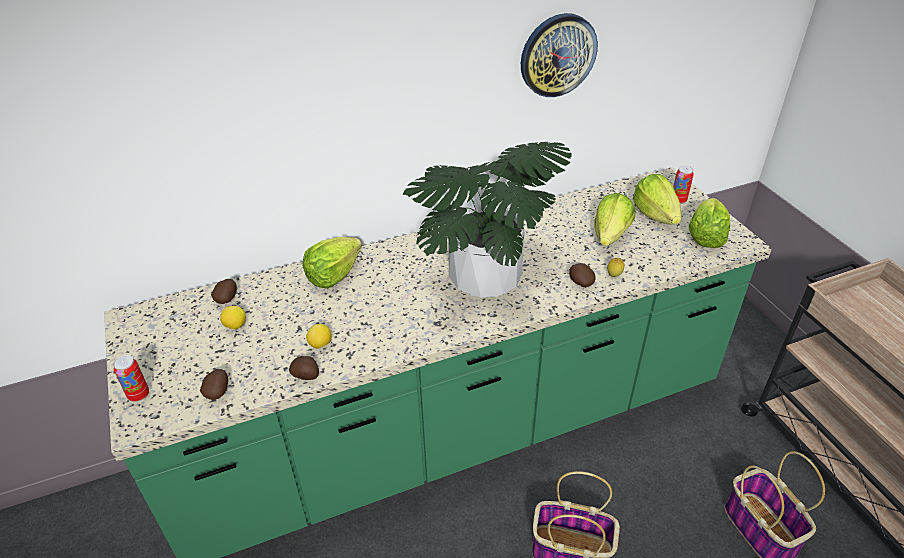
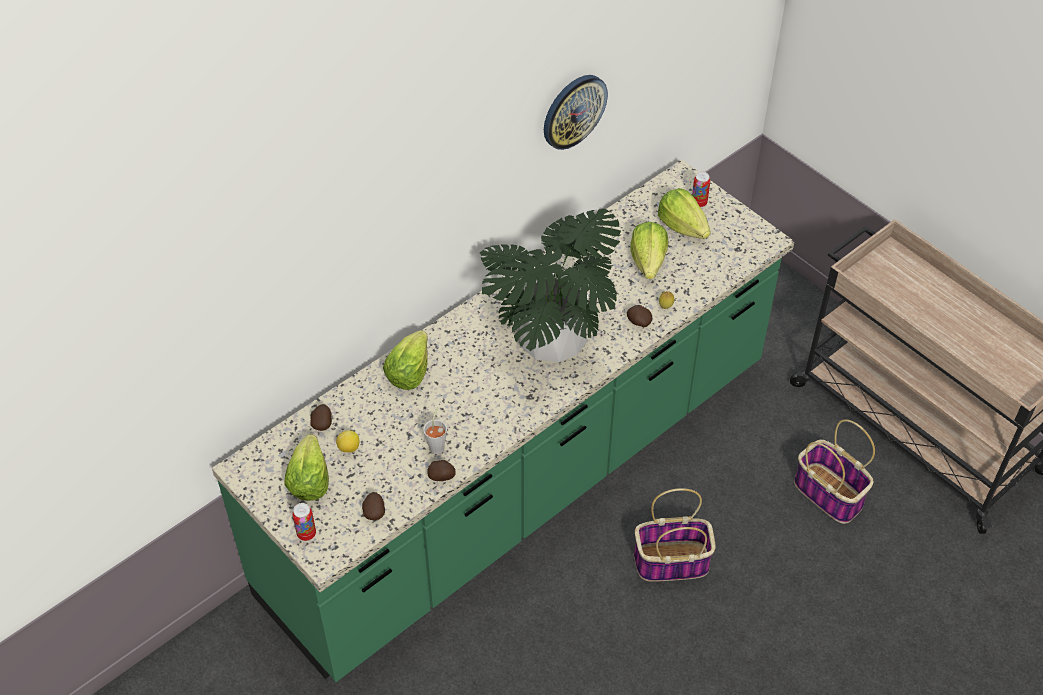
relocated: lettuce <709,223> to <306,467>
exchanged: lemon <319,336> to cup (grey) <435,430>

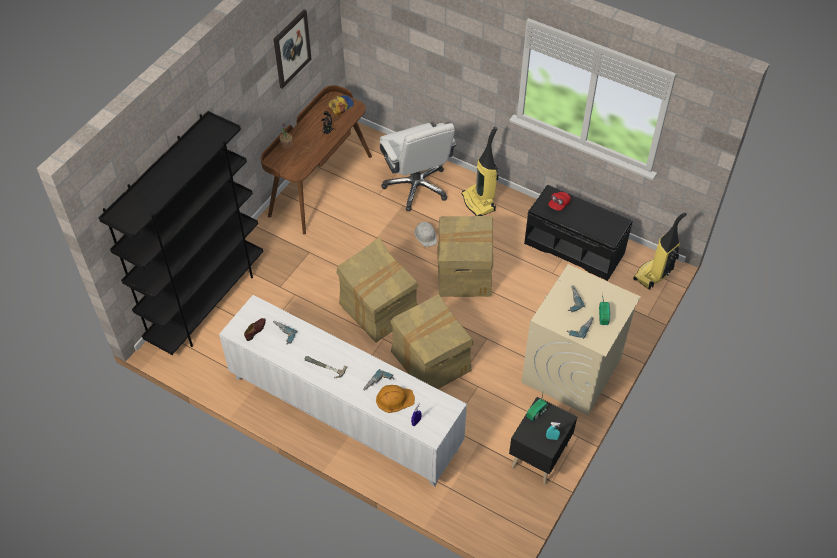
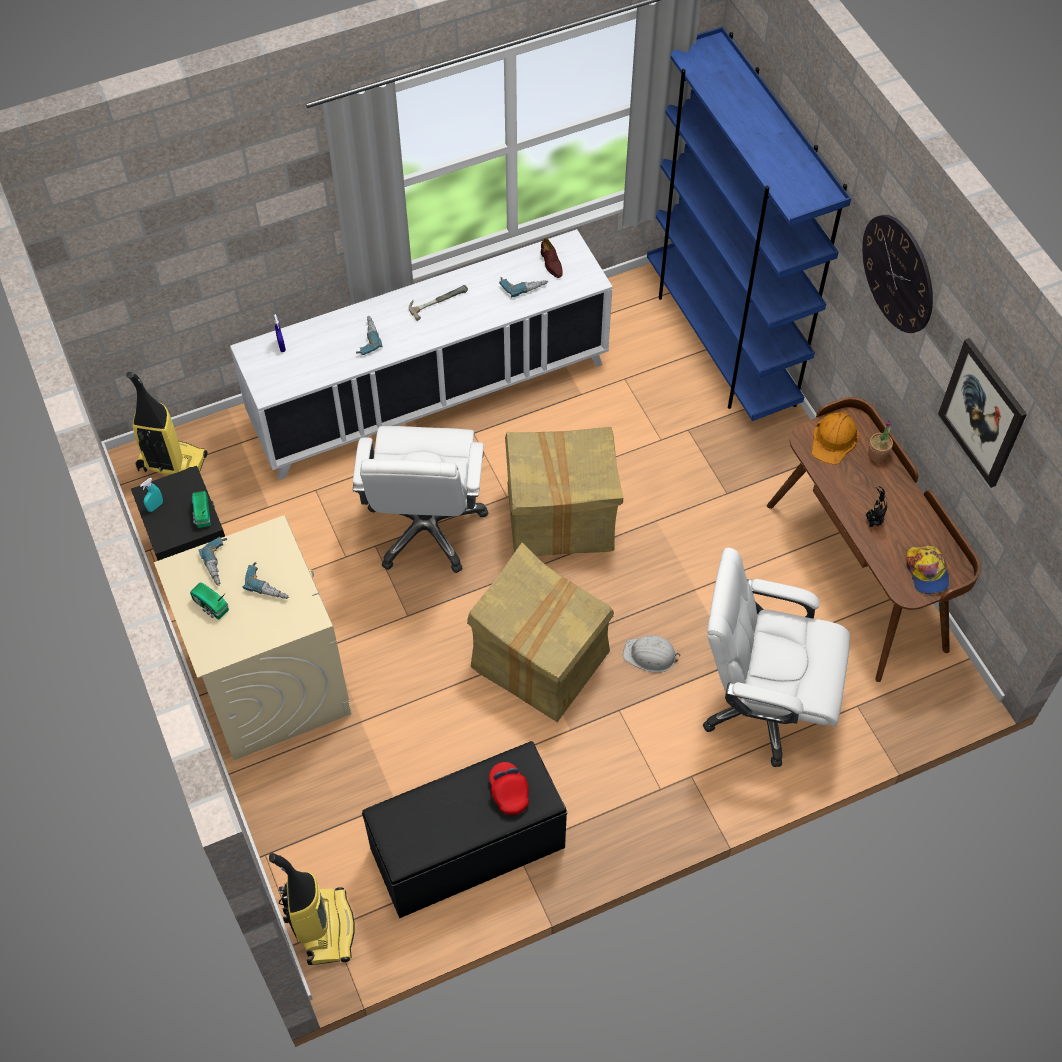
appeared: wall clock <897,274>
relocated: hard hat (orange) <395,399> to <835,438>; vacuum cleaner <480,171> to <166,423>
exchanged: cardboard box <431,341> to office chair (white) <420,499>
colour: bookcase (black) <180,233> to bookcase (blue) <749,224>

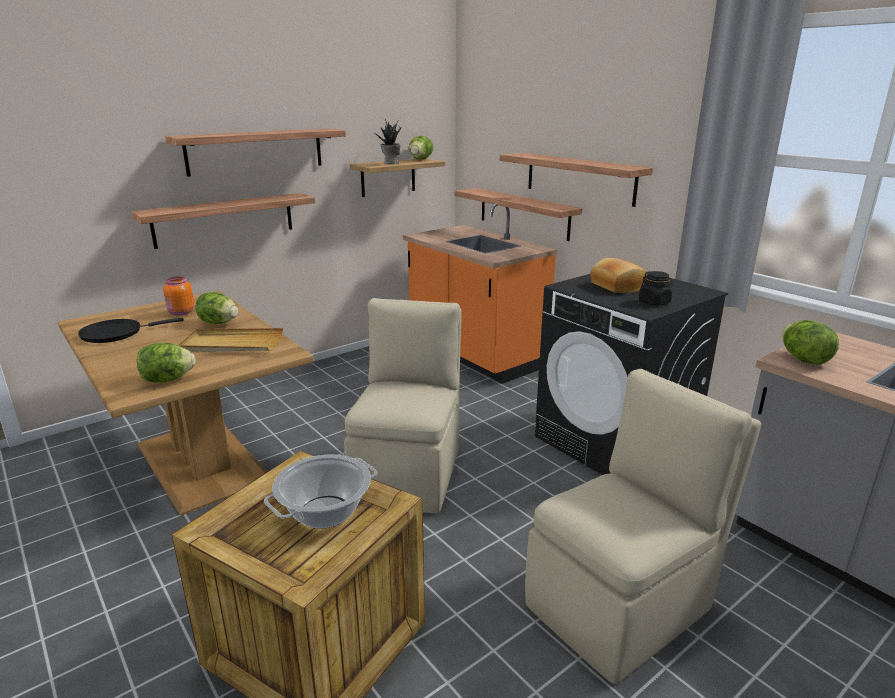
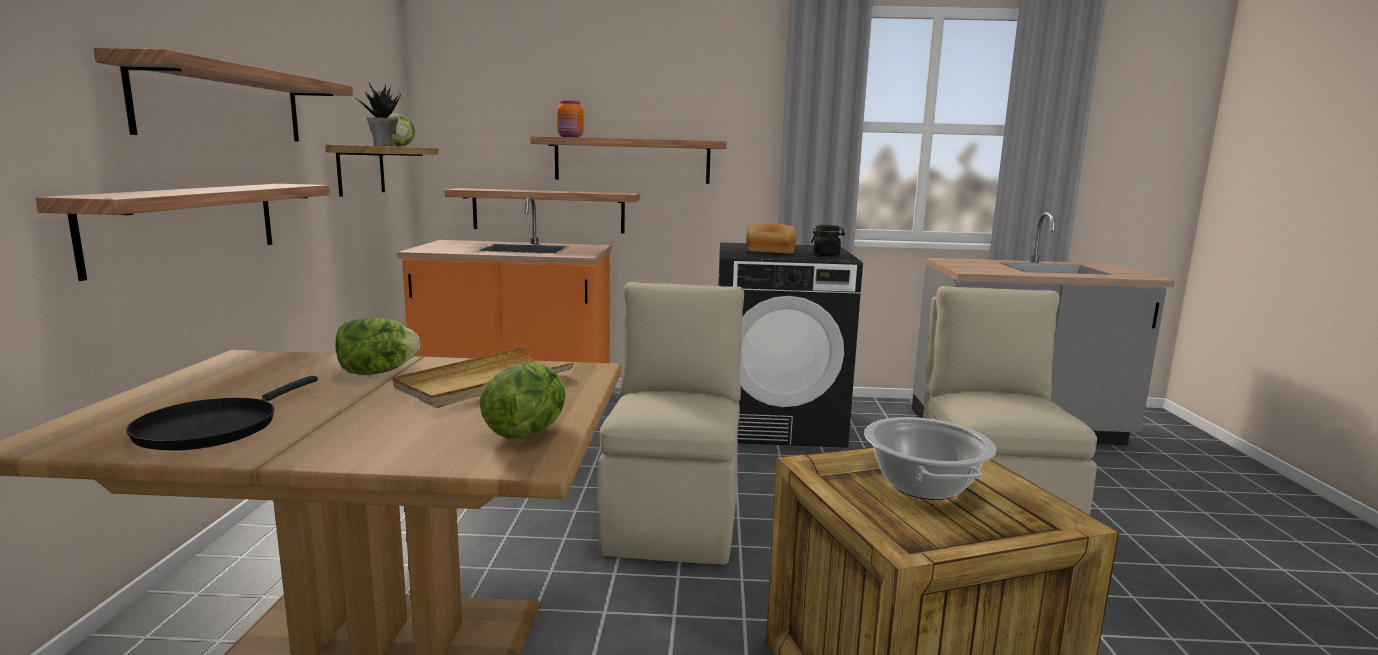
missing: lettuce <810,342>
relocated: jar (orange) <179,295> to <570,118>
spun: chair (beige) <403,406> = <670,423> 45 degrees clockwise

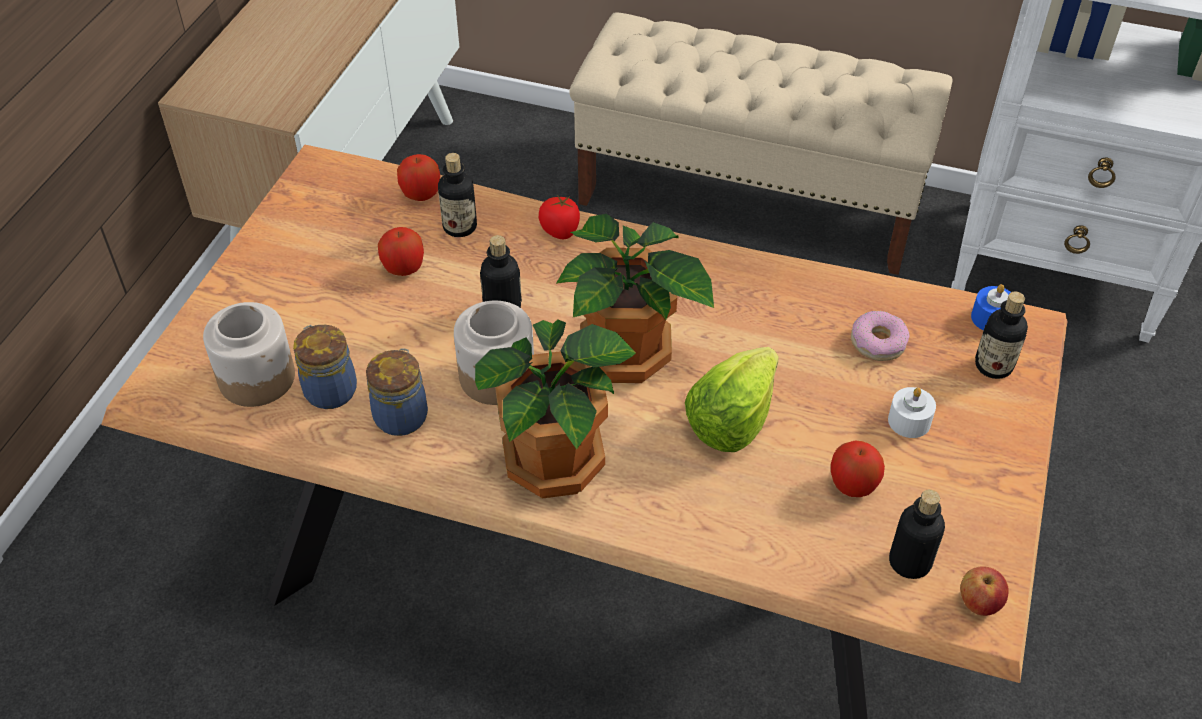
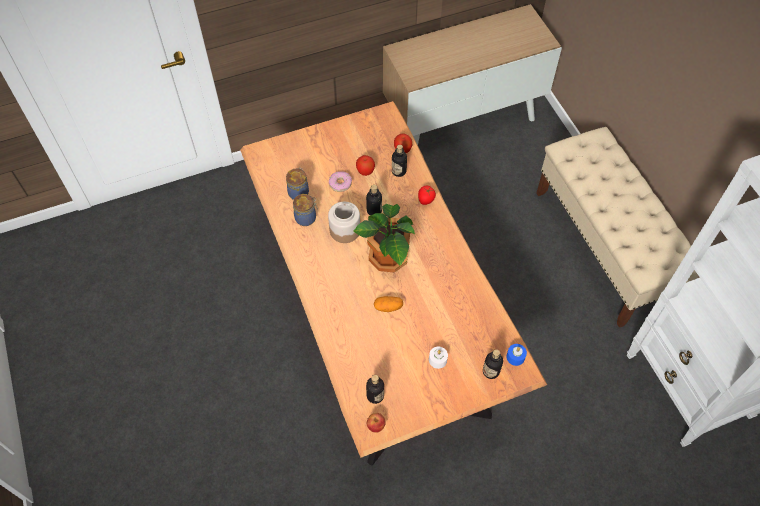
missing: jar <249,354>; potted plant <555,409>; apple <858,469>
relocated: donut <880,336> to <340,181>
exchanged: lettuce <732,399> to potato <388,304>

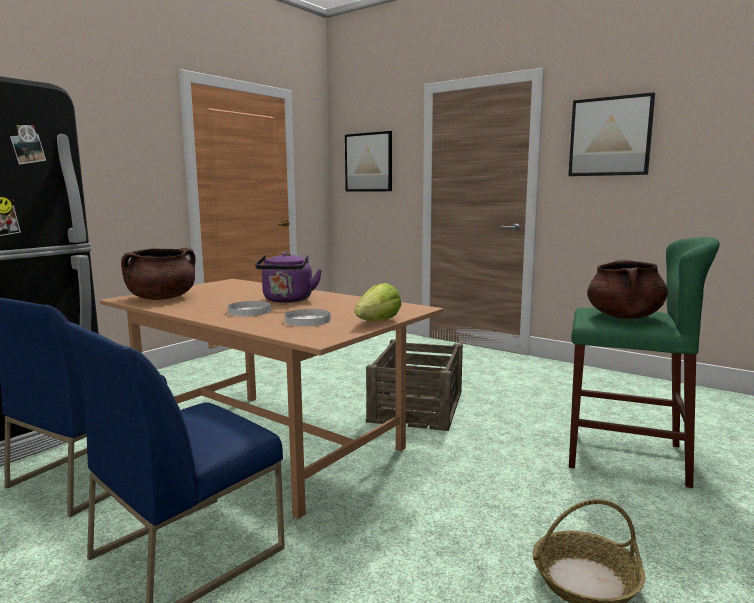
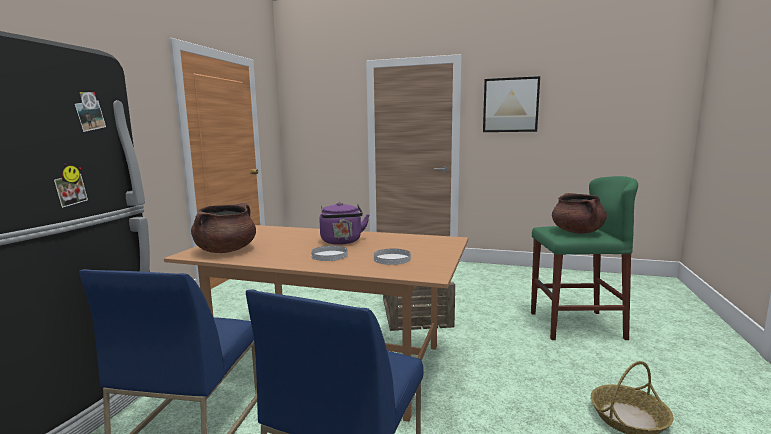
missing: picture <368,161>; lettuce <378,302>

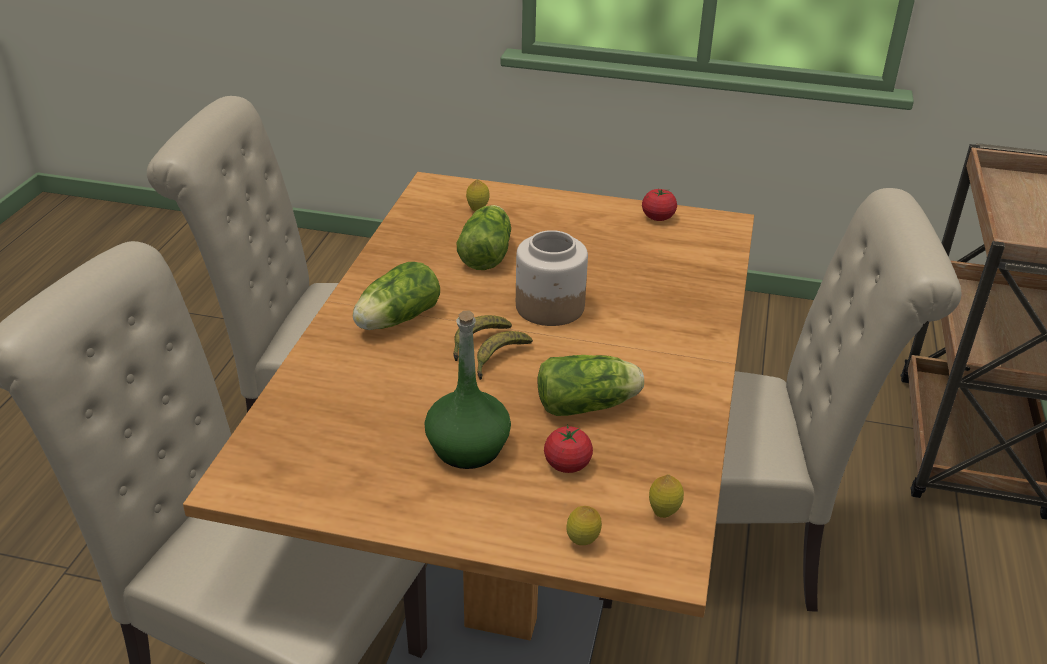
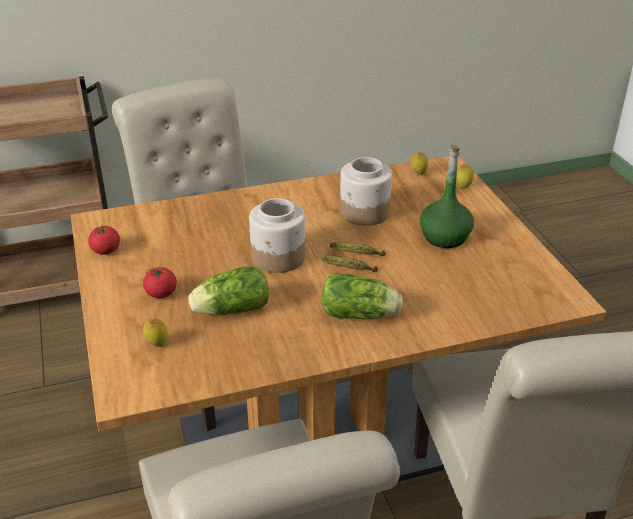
relocated: tomato <568,448> to <160,282>
exchanged: lettuce <590,385> to jar <366,191>

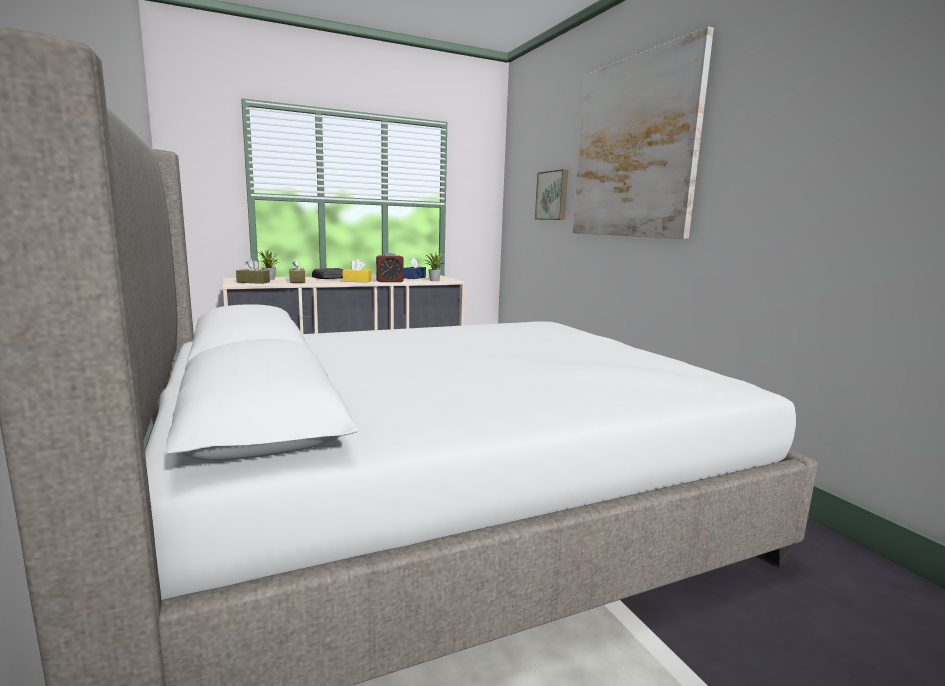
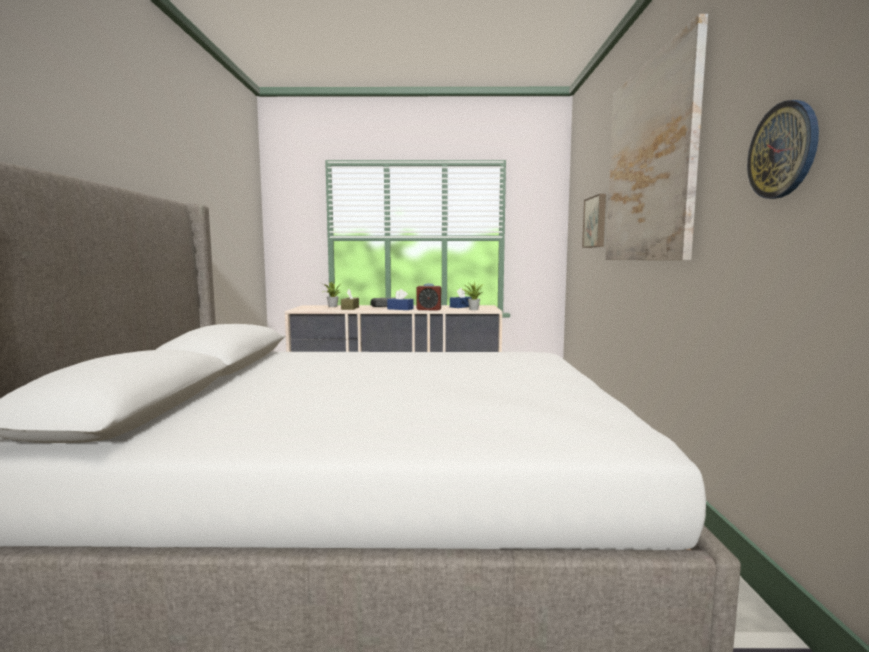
missing: tissue box (brown) <253,271>
appeared: wall clock <783,149>
colour: tissue box (yellow) <357,271> to tissue box (blue) <400,299>

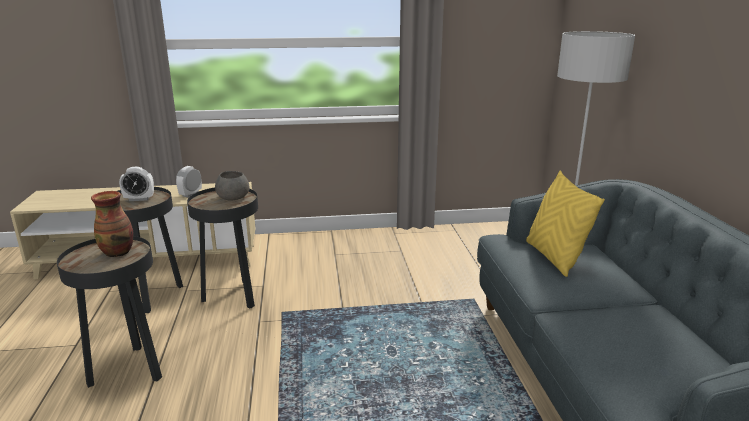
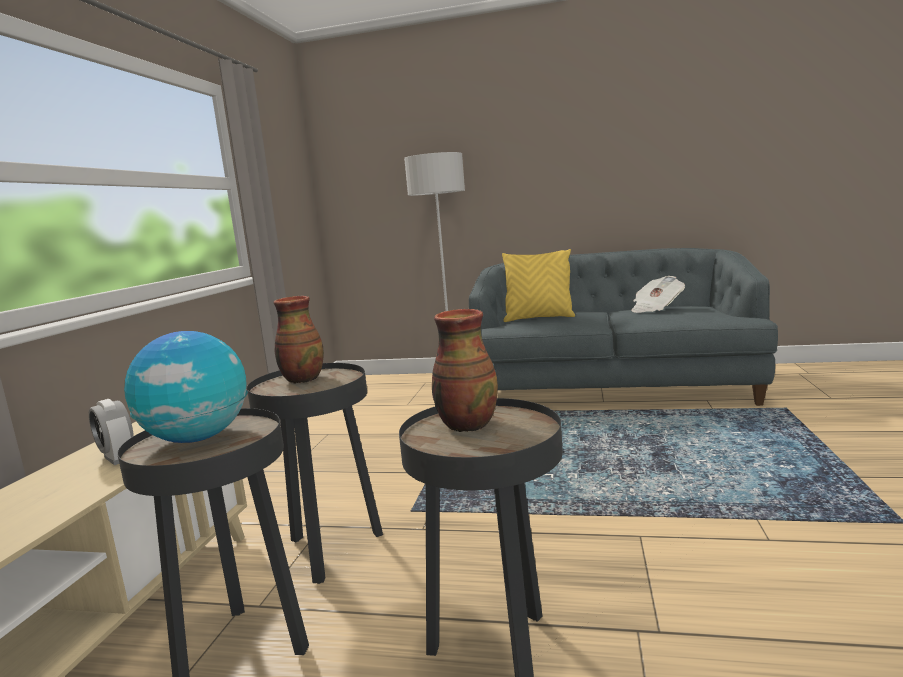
appeared: newspaper <658,294>
exchanged: alarm clock <136,184> to globe <186,387>; bowl (grey) <232,185> to vase <298,340>

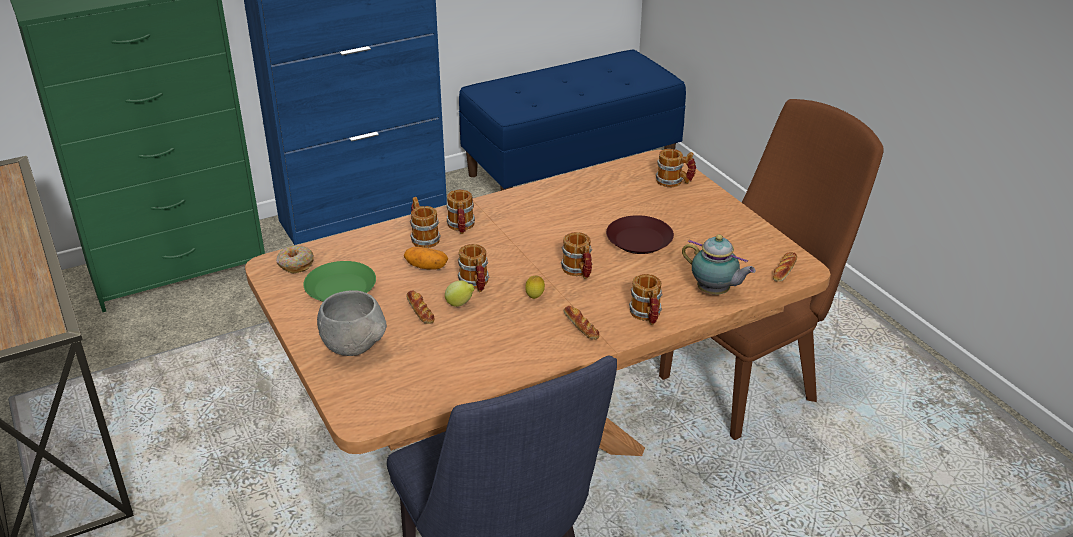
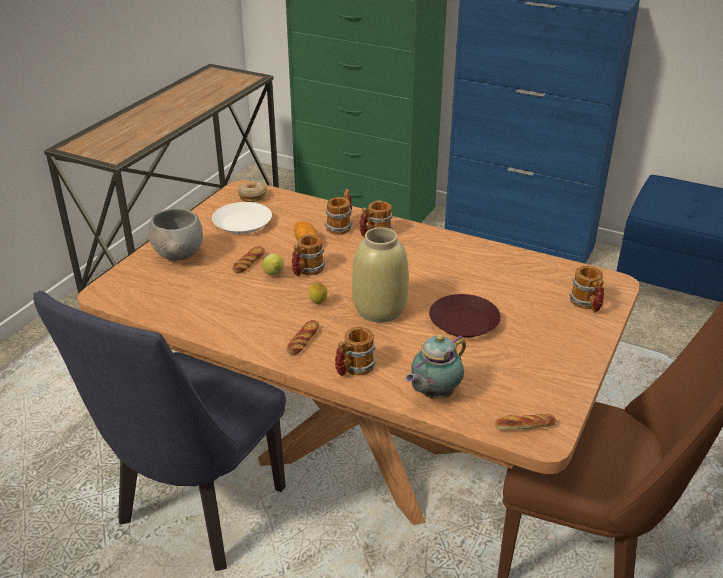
exchanged: mug <576,255> to vase (beige) <380,274>
colour: plate (green) <339,281> to plate (white) <242,218>
spun: teapot <719,265> = <436,366> 45 degrees clockwise

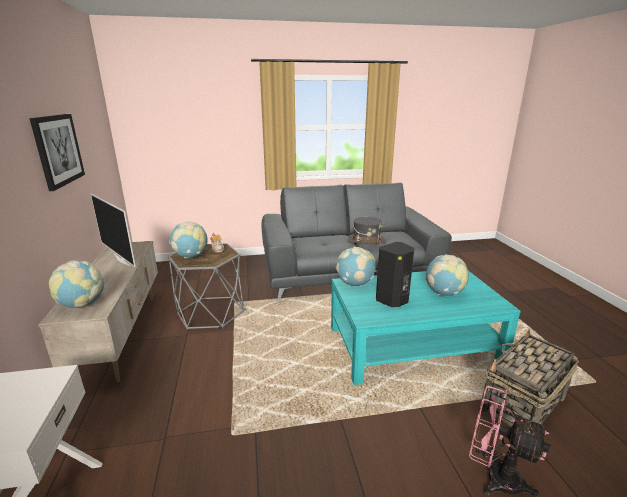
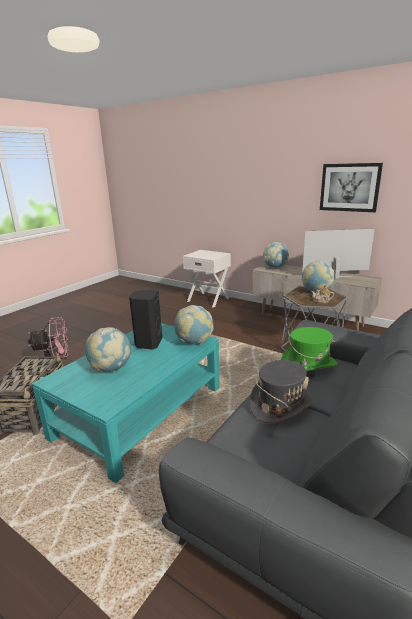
appeared: hat (green) <309,349>

